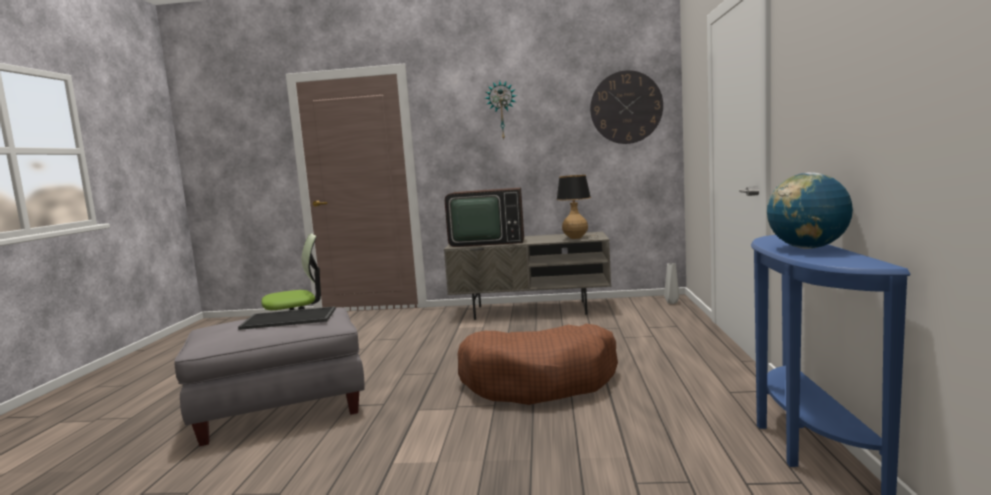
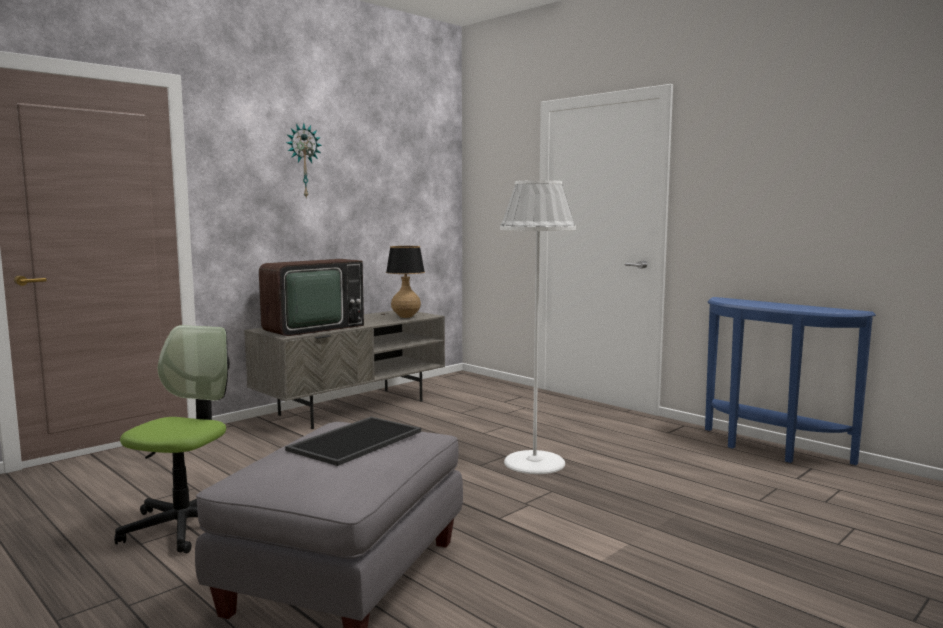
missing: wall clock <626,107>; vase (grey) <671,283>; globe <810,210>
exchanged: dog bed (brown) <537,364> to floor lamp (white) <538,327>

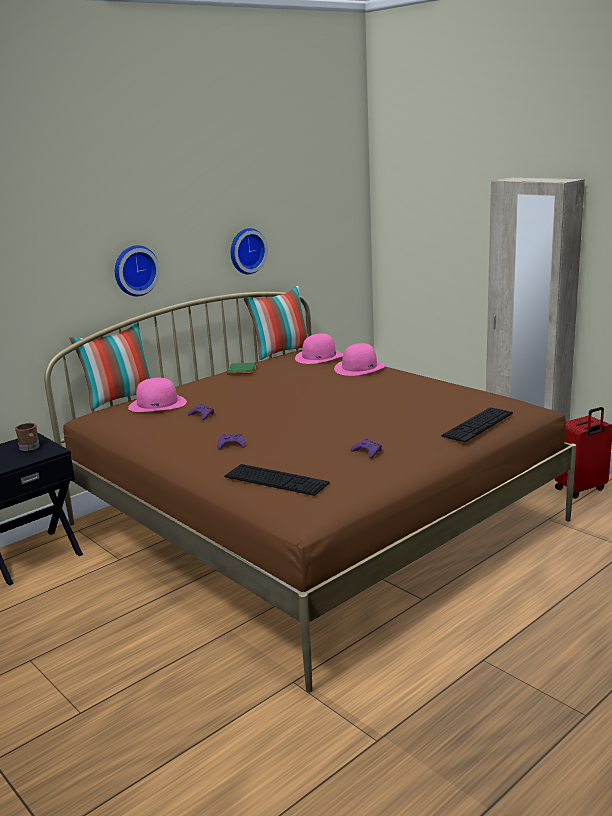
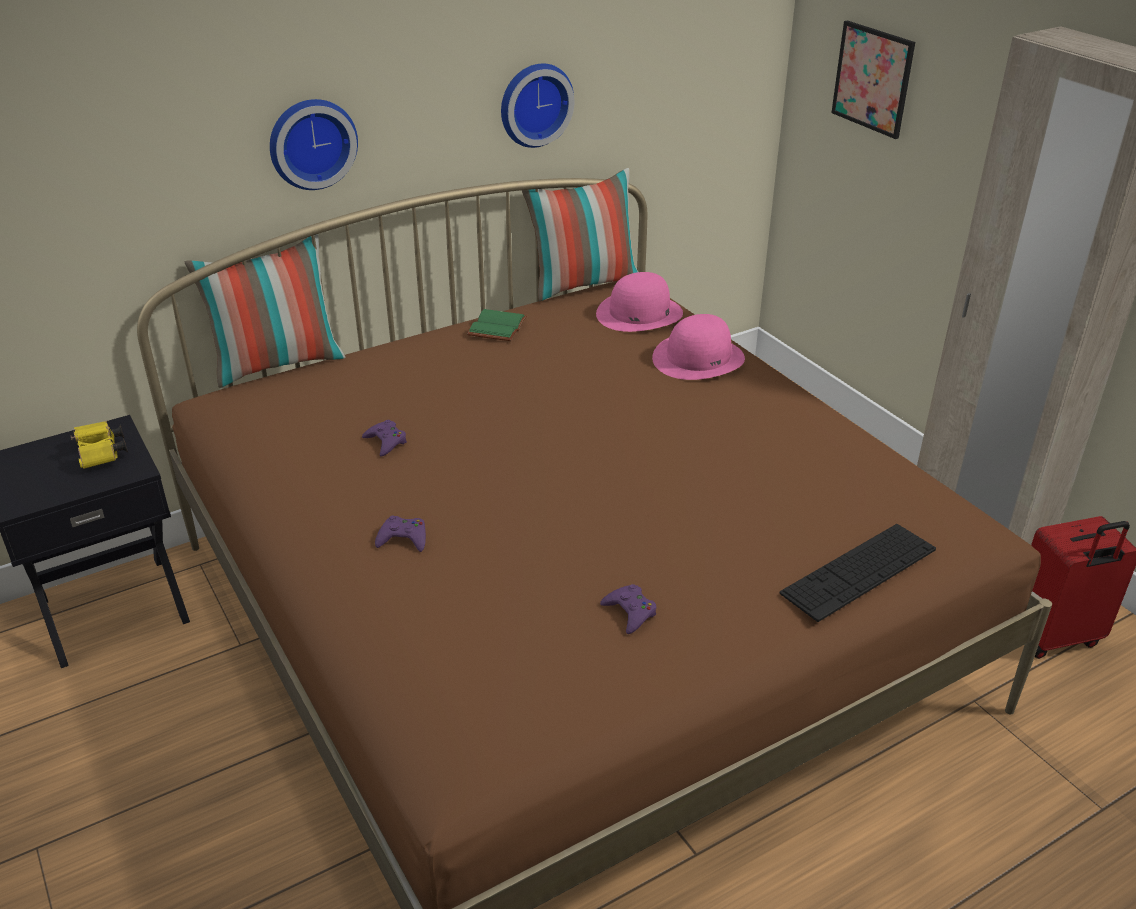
missing: hat (pink) <157,395>; keyboard <277,480>
appeared: picture <873,79>
exchanged: mug (brown) <27,437> to binoculars (yellow) <99,445>

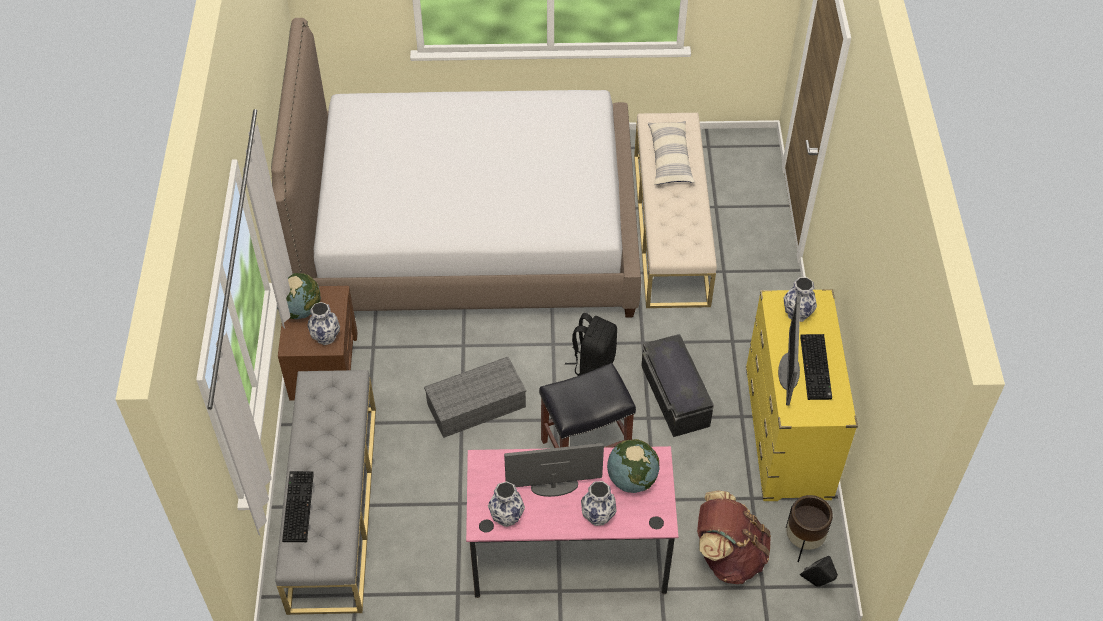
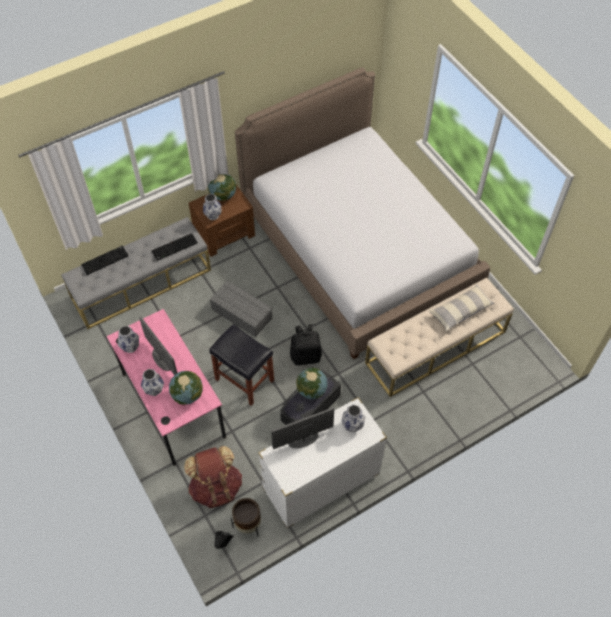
appeared: globe <311,383>
relocated: keyboard <816,367> to <174,247>
colour: dresser (yellow) <802,395> to dresser (white) <322,462>

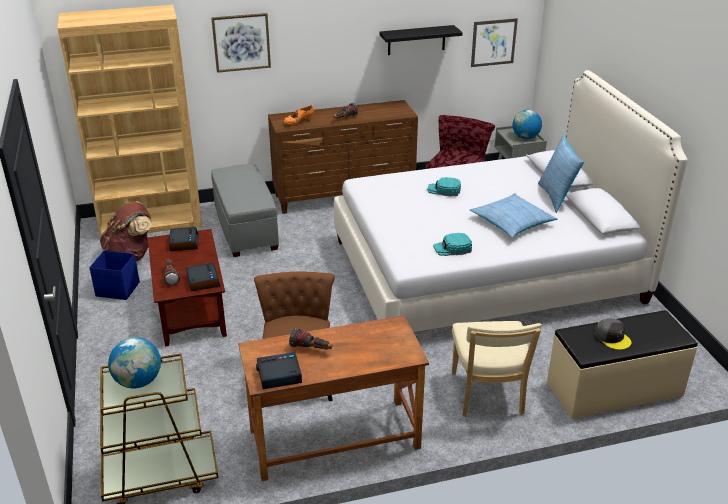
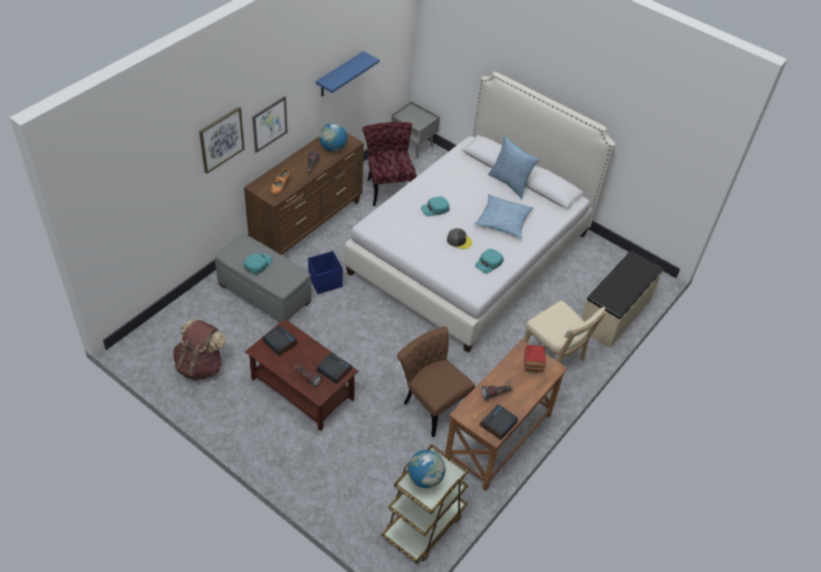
missing: bookcase (brown) <130,121>
appeared: cap (turquoise) <258,264>; toy house <535,359>
relocated: storage box (blue) <114,275> to <325,272>; picture <494,42> to <270,124>; globe <527,124> to <333,137>; cap (grey) <612,334> to <459,238>
colour: shelf (black) <421,40> to shelf (blue) <348,73>

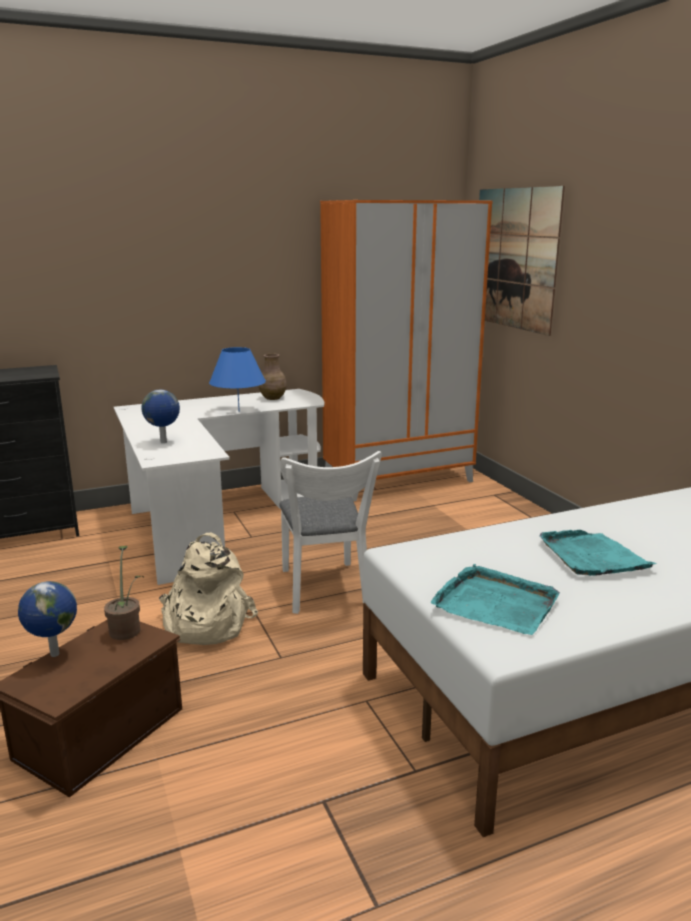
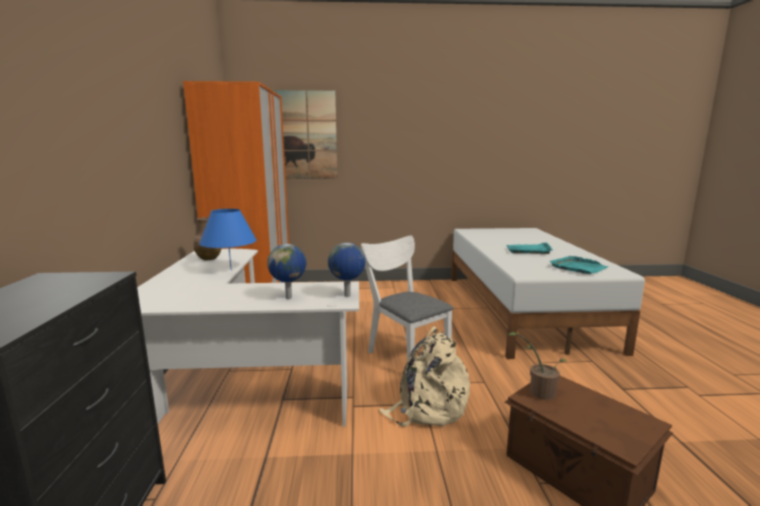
relocated: globe <47,619> to <346,270>
spun: chair (white) <330,532> = <407,298> 135 degrees counterclockwise

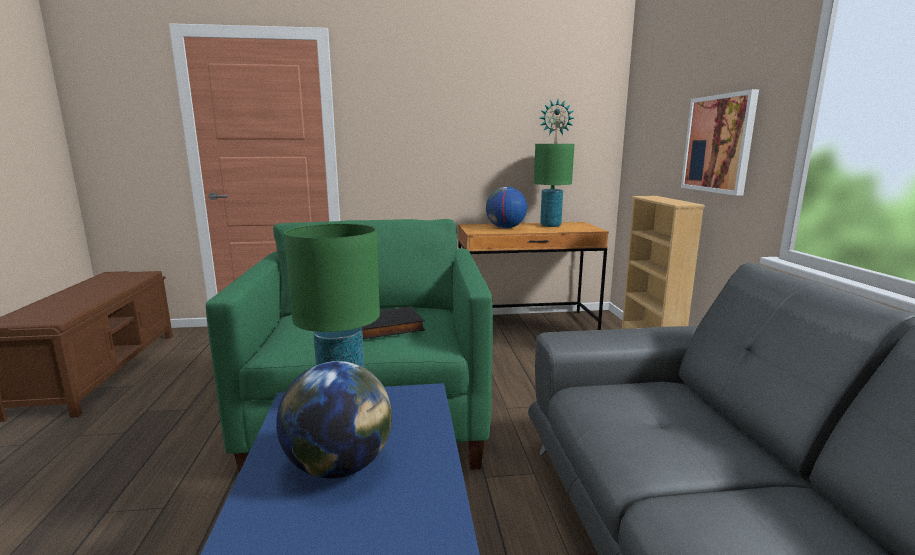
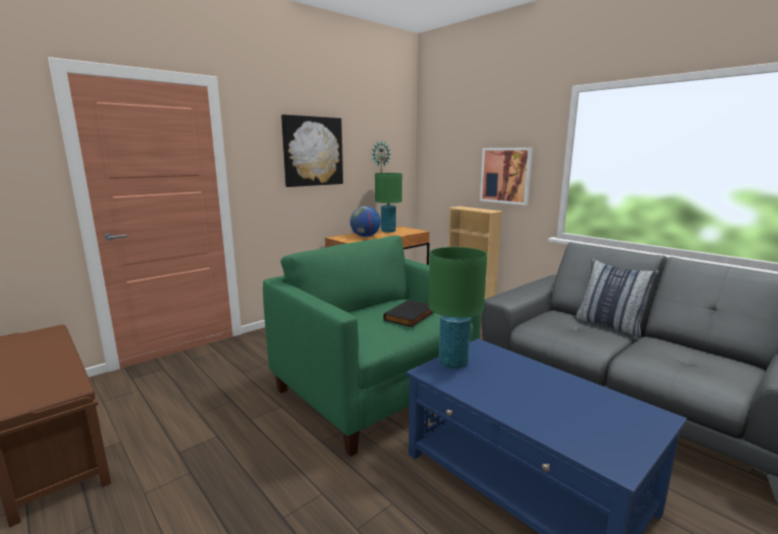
missing: globe <334,419>
appeared: picture <312,150>; pillow <617,298>

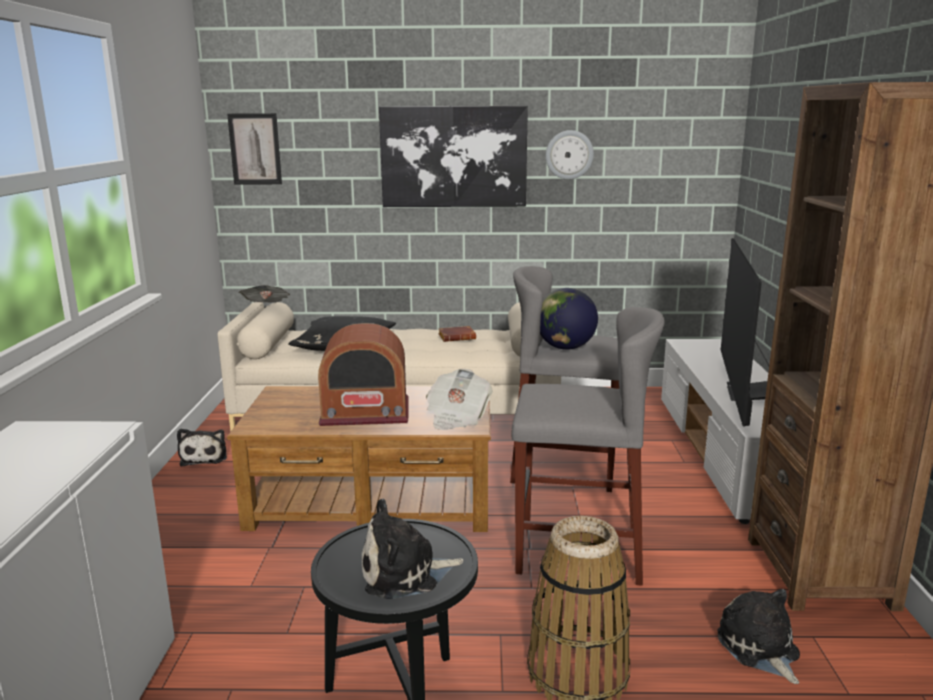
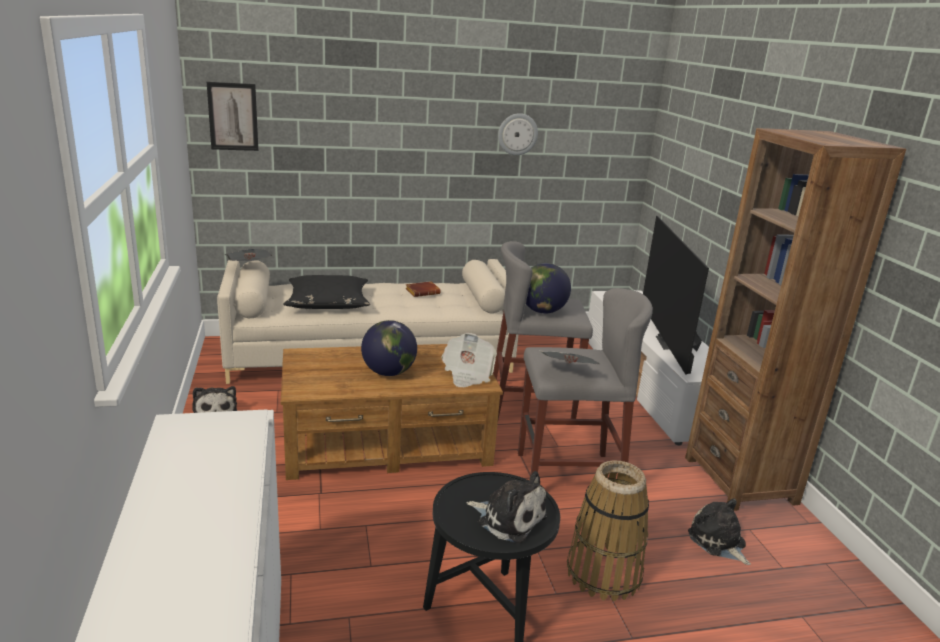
missing: picture <453,156>
appeared: newspaper <570,357>
exchanged: radio <363,374> to globe <389,348>
spun: plush toy <412,549> = <507,507> 120 degrees counterclockwise

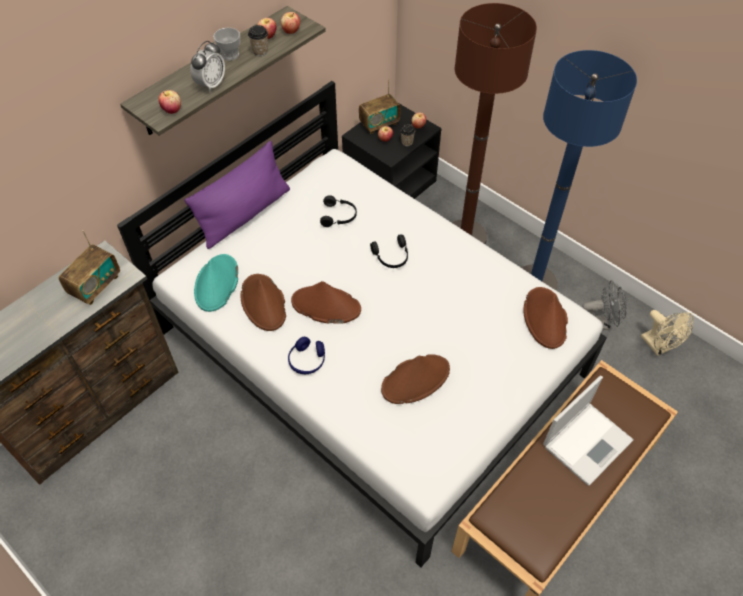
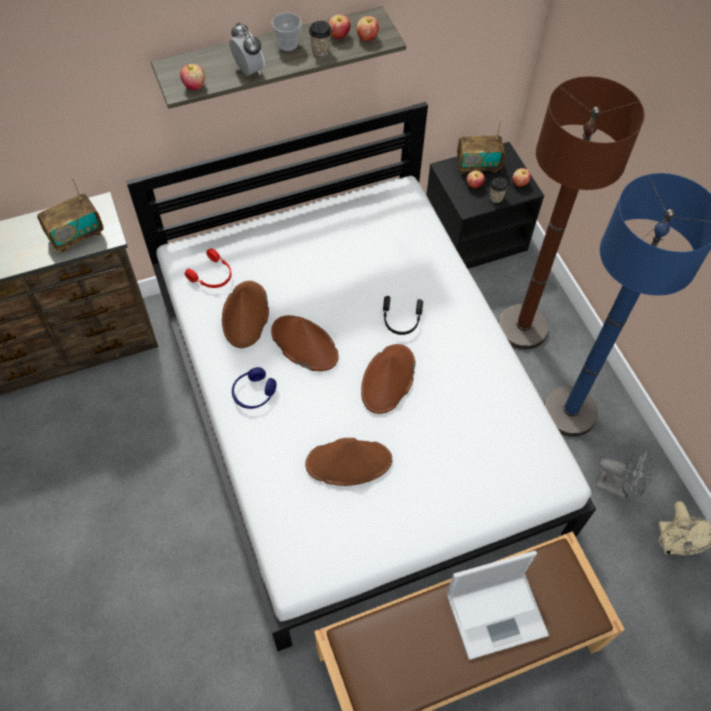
missing: pillow (purple) <237,195>; headphones (black) <338,211>
relocated: hat (brown) <545,318> to <388,379>
exchanged: hat (turquoise) <216,283> to headphones (red) <208,268>
spun: alarm clock <207,66> = <247,49> 90 degrees counterclockwise

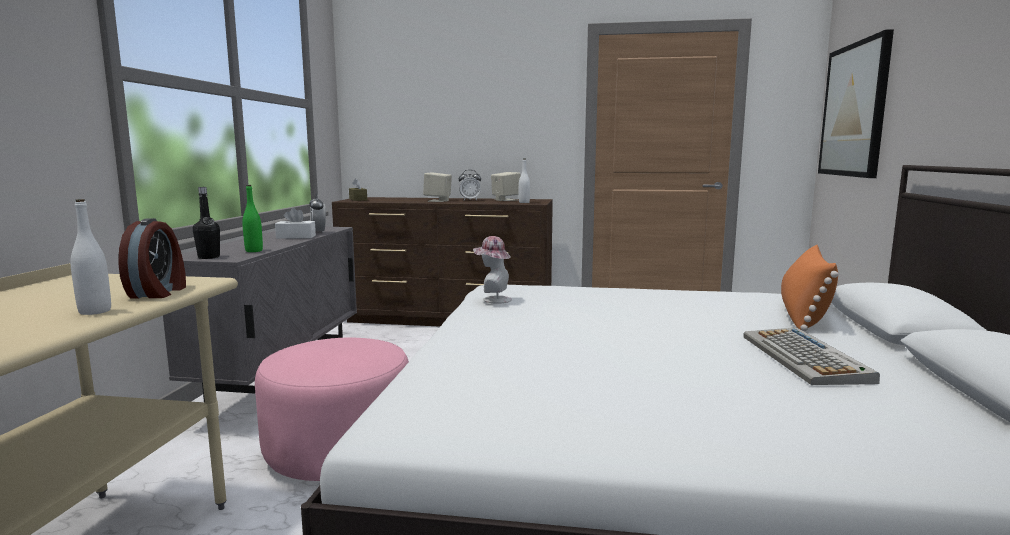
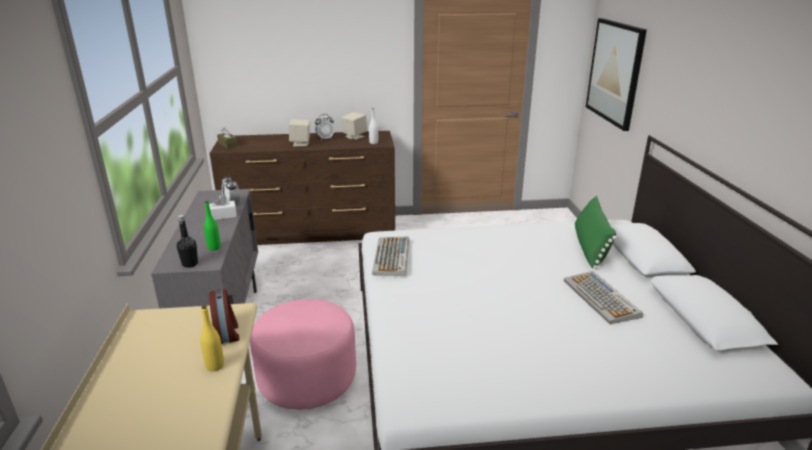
exchanged: hat <492,270> to keyboard <390,256>
colour: bottle (white) <90,257> to bottle (yellow) <212,338>; pillow (orange) <809,288> to pillow (green) <596,232>

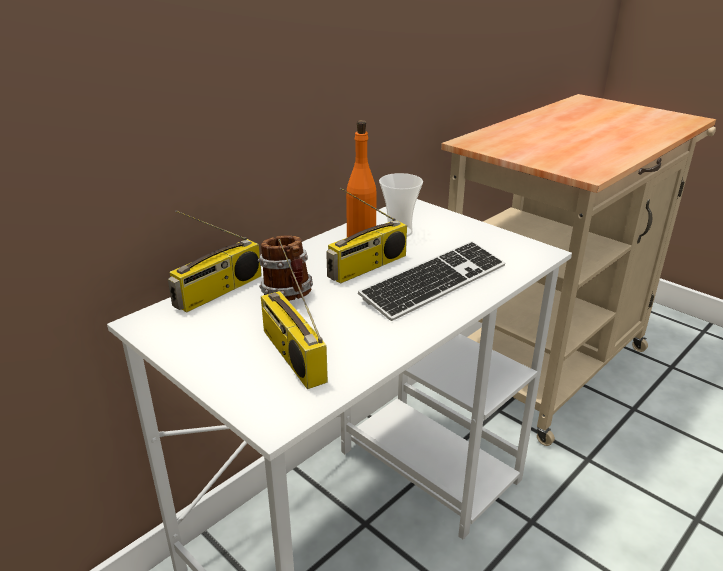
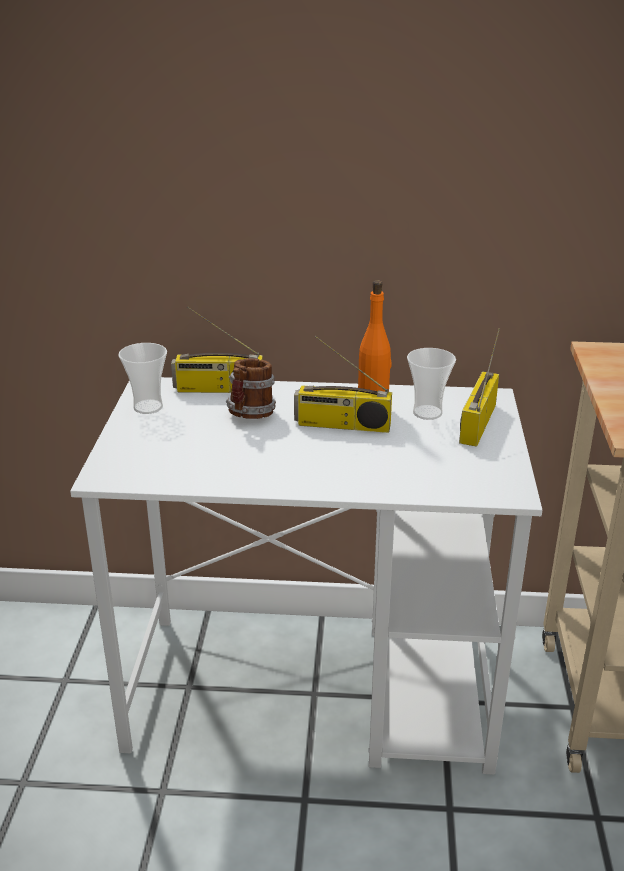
missing: keyboard <431,281>
appeared: cup <142,378>
relocated: radio <294,314> to <479,387>

